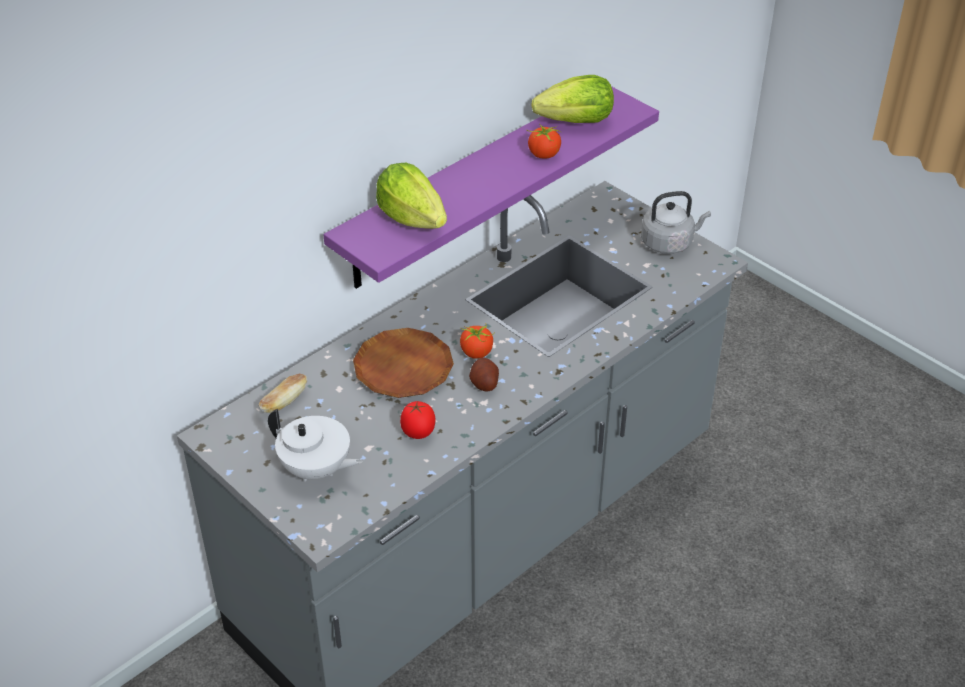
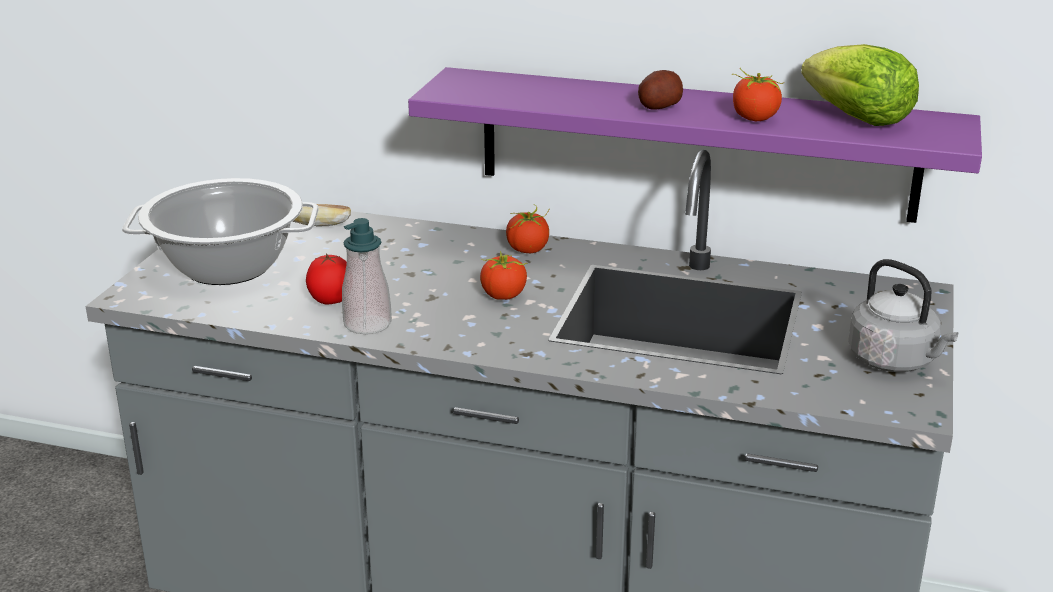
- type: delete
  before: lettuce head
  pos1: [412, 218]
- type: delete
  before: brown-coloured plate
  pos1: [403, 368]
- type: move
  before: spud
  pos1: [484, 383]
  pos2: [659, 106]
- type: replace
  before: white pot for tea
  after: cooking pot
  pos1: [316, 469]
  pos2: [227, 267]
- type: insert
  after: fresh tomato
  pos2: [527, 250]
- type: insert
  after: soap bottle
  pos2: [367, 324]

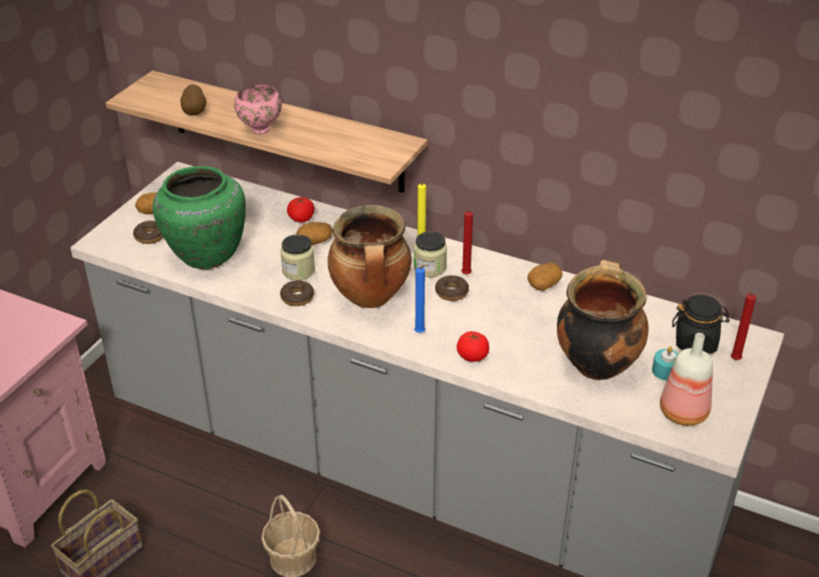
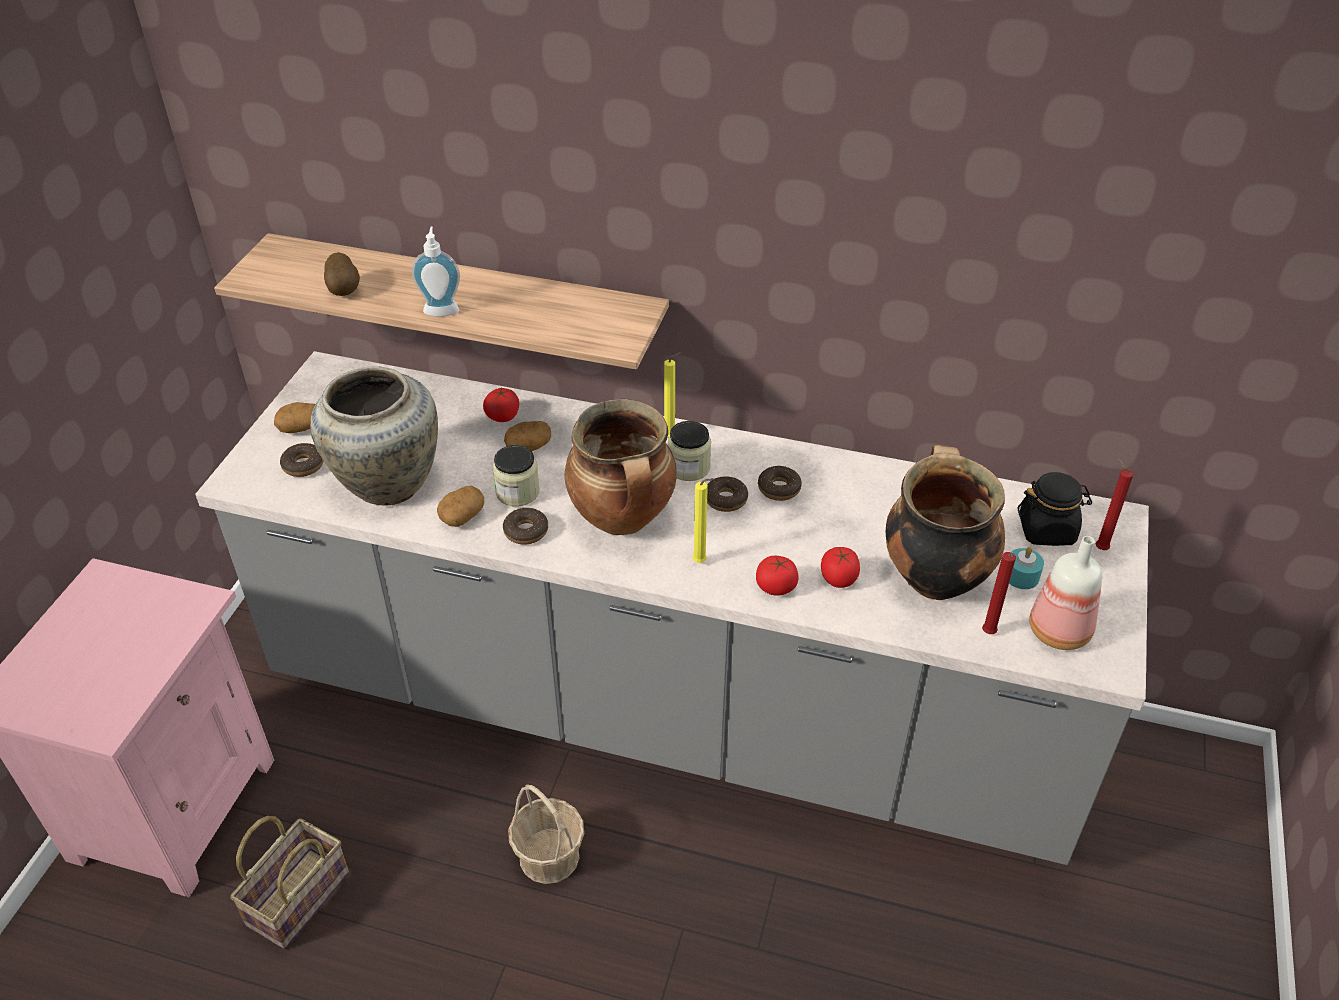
- type: replace
  before: pink serving bowl
  after: soap bottle
  pos1: [260, 130]
  pos2: [441, 309]
- type: recolor
  before: green-coloured flower vase
  after: sand-coloured flower vase
  pos1: [205, 253]
  pos2: [386, 481]
- type: move
  before: red wax candle
  pos1: [465, 275]
  pos2: [988, 635]
- type: move
  before: spud
  pos1: [544, 284]
  pos2: [462, 515]
- type: recolor
  before: blue-coloured wax candle
  after: yellow-coloured wax candle
  pos1: [421, 333]
  pos2: [701, 562]
- type: insert
  after: ring doughnut
  pos2: [779, 488]
- type: insert
  after: fresh tomato
  pos2: [839, 578]

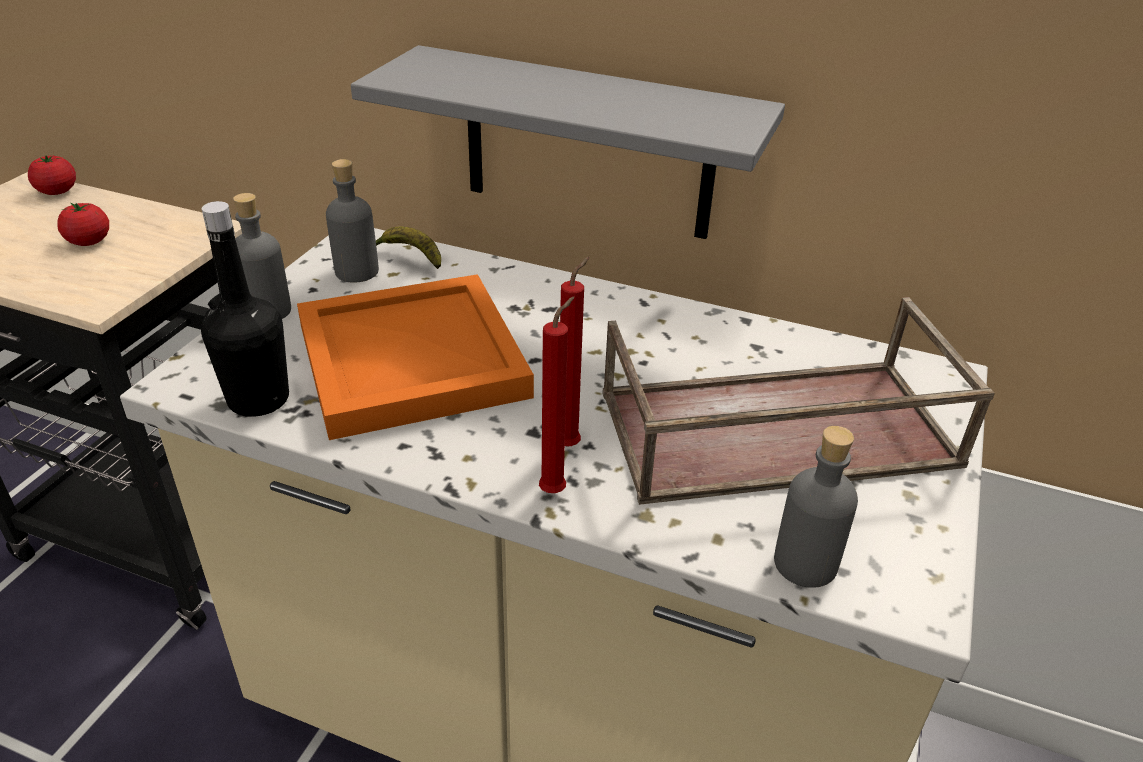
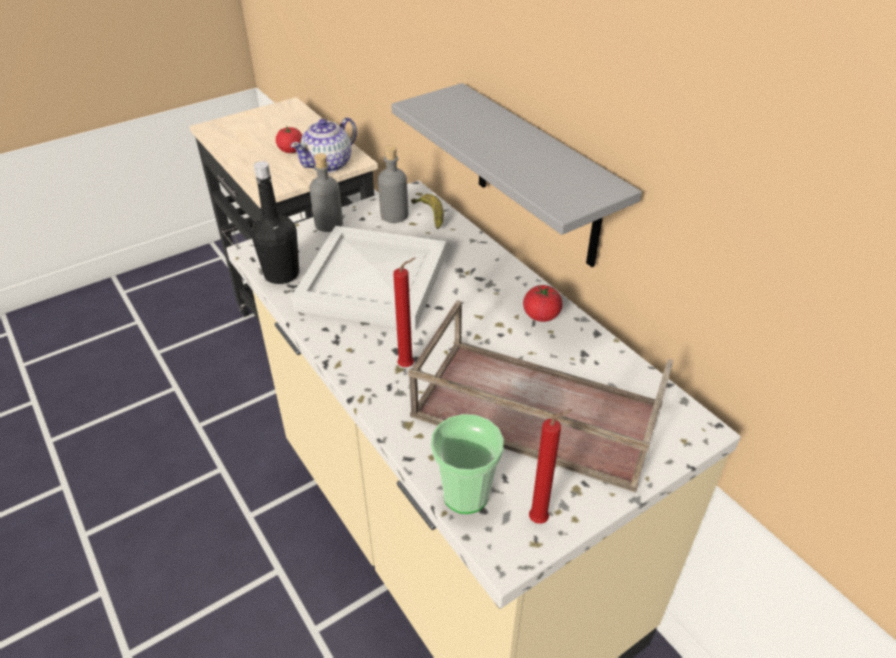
- type: move
  before: fresh tomato
  pos1: [57, 191]
  pos2: [541, 315]
- type: recolor
  before: orange-coloured serving tray
  after: white serving tray
  pos1: [408, 359]
  pos2: [372, 280]
- type: move
  before: red wax candle
  pos1: [555, 490]
  pos2: [541, 519]
- type: replace
  before: gray drink bottle
  after: small cup
  pos1: [805, 563]
  pos2: [465, 494]
- type: insert
  after: pot for tea
  pos2: [328, 164]

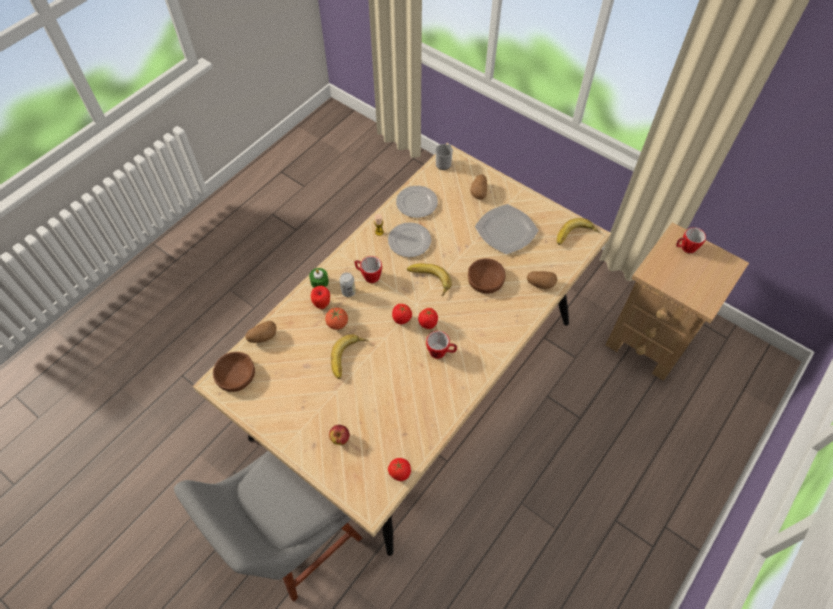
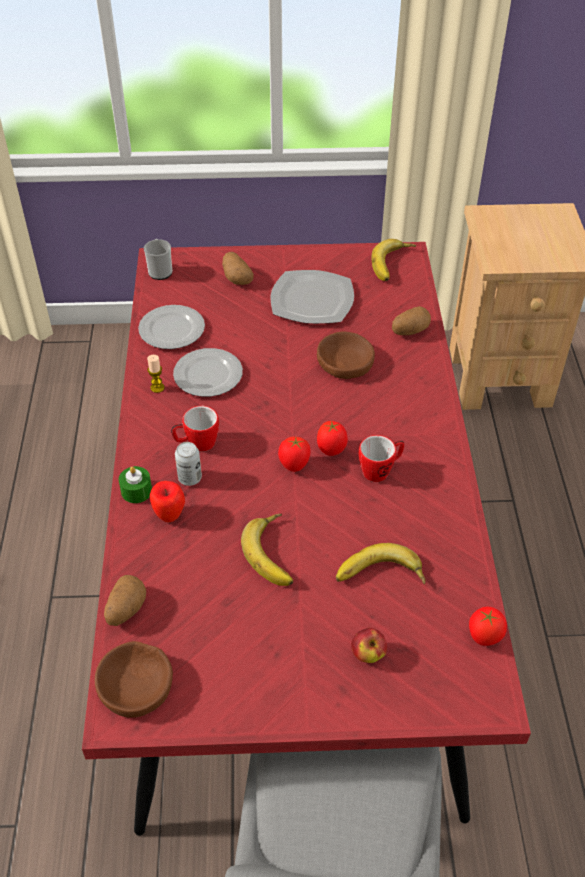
- type: recolor
  before: sand-coloured kitchen table
  after: red kitchen table
  pos1: [416, 376]
  pos2: [291, 585]
- type: delete
  before: mug
  pos1: [685, 248]
- type: move
  before: banana
  pos1: [428, 281]
  pos2: [380, 577]
- type: delete
  before: fresh tomato
  pos1: [337, 324]

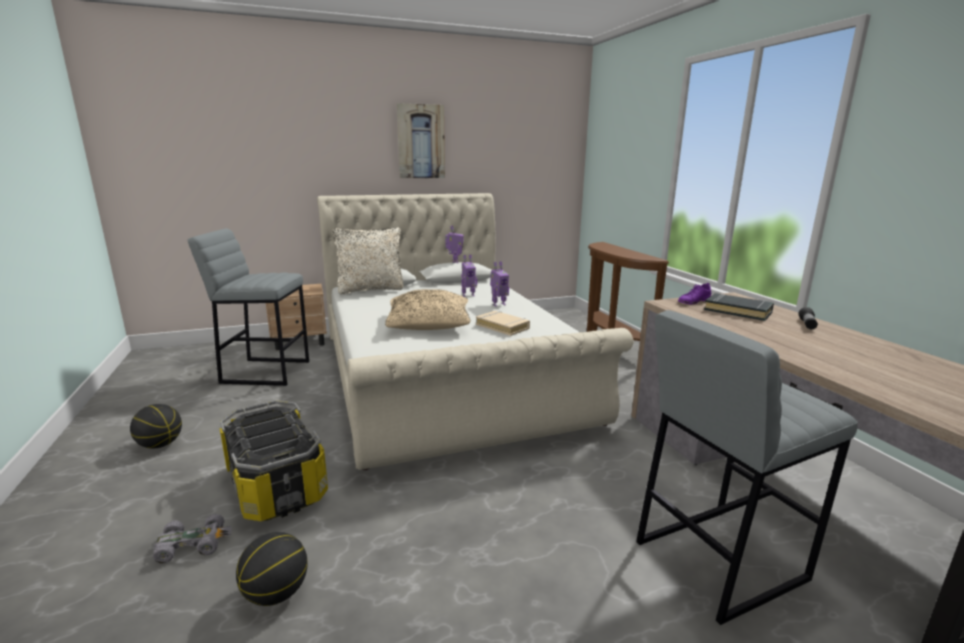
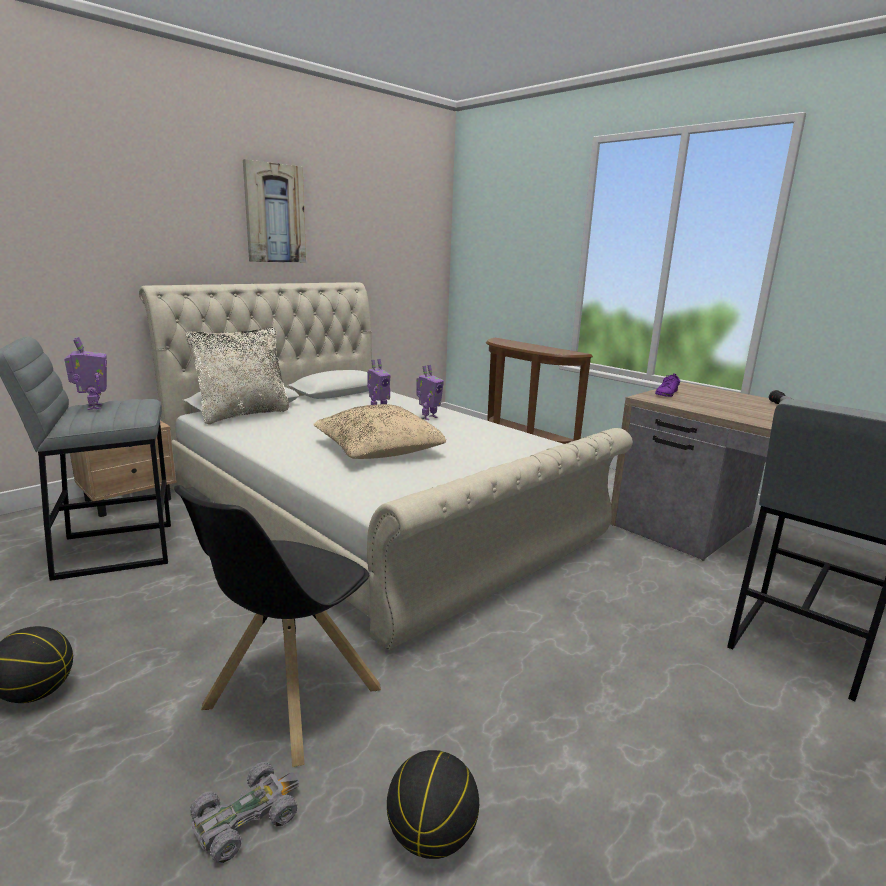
- type: move
  before: model robot
  pos1: [454, 262]
  pos2: [93, 407]
- type: delete
  before: black bound book
  pos1: [738, 311]
- type: delete
  before: sand-coloured bound book
  pos1: [502, 326]
- type: replace
  before: storage box
  after: black plain chair
  pos1: [275, 485]
  pos2: [289, 700]

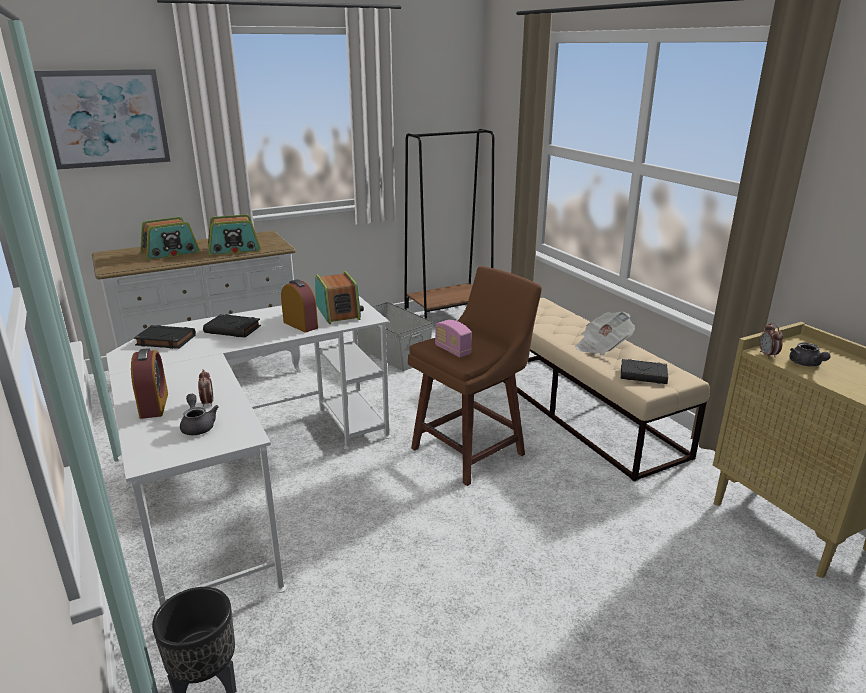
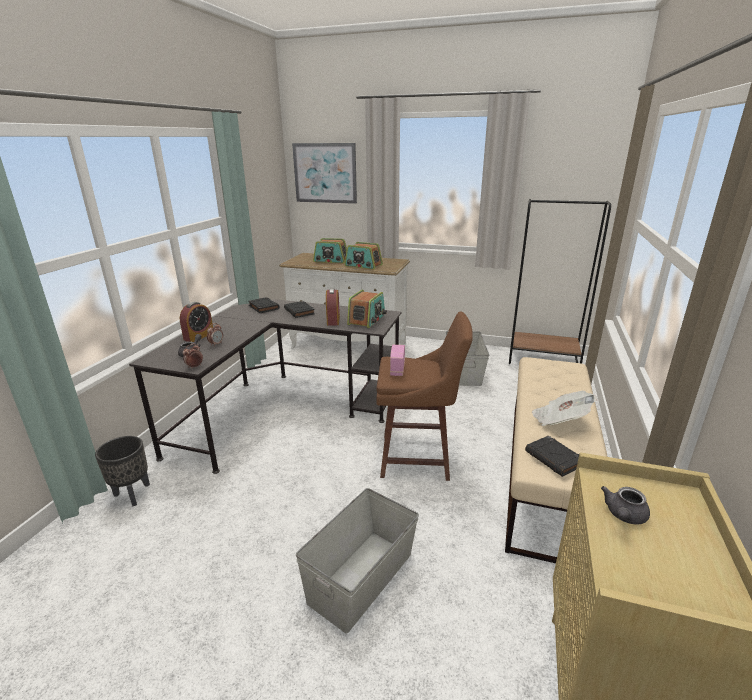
- type: recolor
  before: white desk
  after: black desk
  pos1: [249, 481]
  pos2: [282, 409]
- type: move
  before: table clock
  pos1: [767, 355]
  pos2: [194, 366]
- type: insert
  after: gray storage box
  pos2: [360, 577]

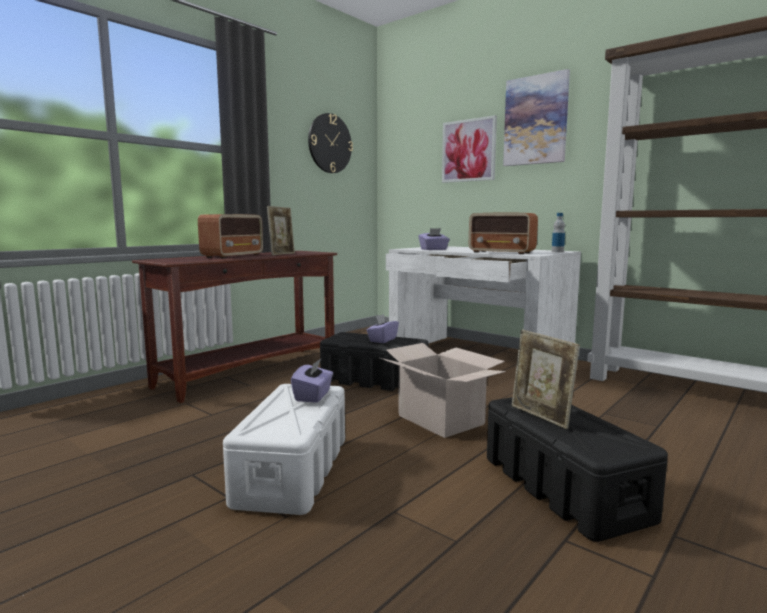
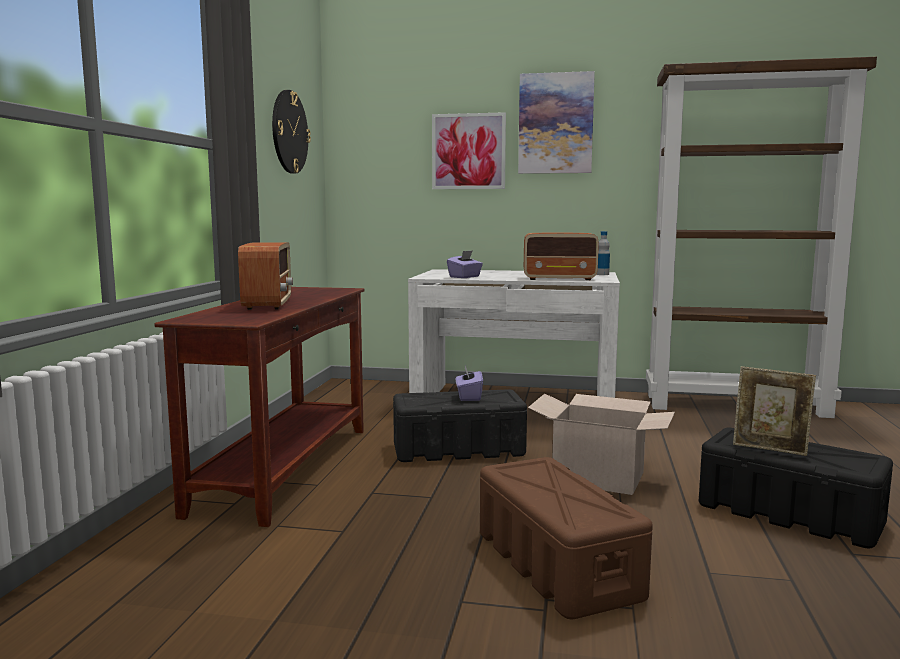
- type: delete
  before: standing frame
  pos1: [282, 254]
- type: delete
  before: purple tissue holder
  pos1: [313, 396]
- type: recolor
  before: white storage box
  after: brown-coloured storage box
  pos1: [293, 470]
  pos2: [555, 564]

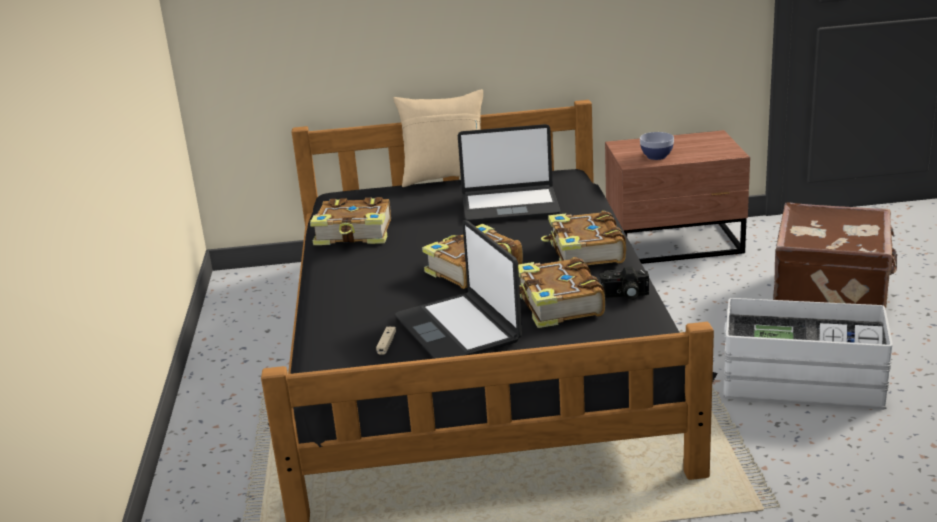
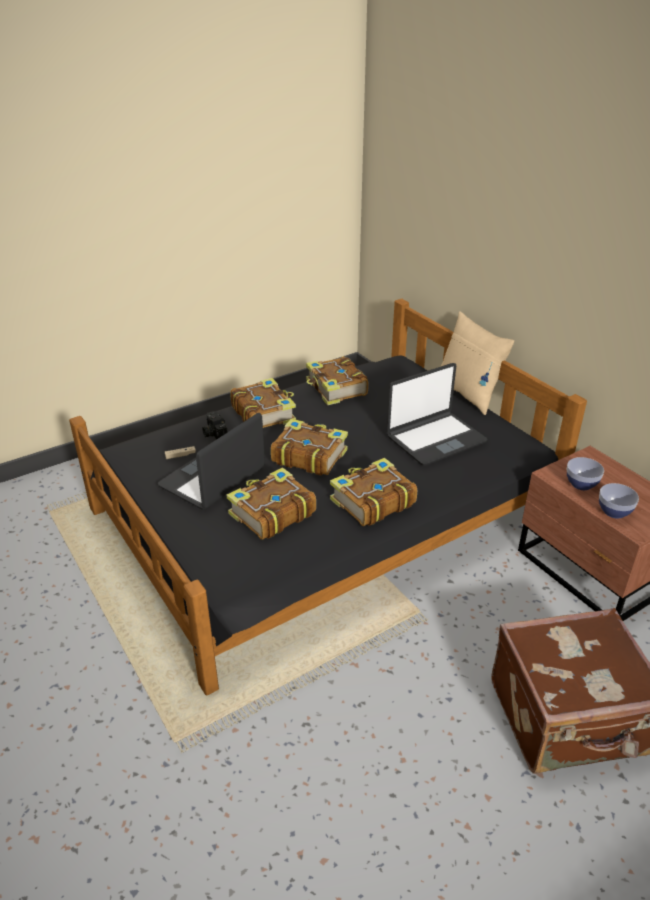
- type: rotate
  before: portable computer
  pos1: [510, 205]
  pos2: [435, 439]
  turn: -90
- type: move
  before: photo camera
  pos1: [624, 295]
  pos2: [213, 433]
- type: delete
  before: white storage box
  pos1: [802, 380]
- type: insert
  after: bound book
  pos2: [263, 413]
- type: insert
  after: serving bowl
  pos2: [614, 511]

